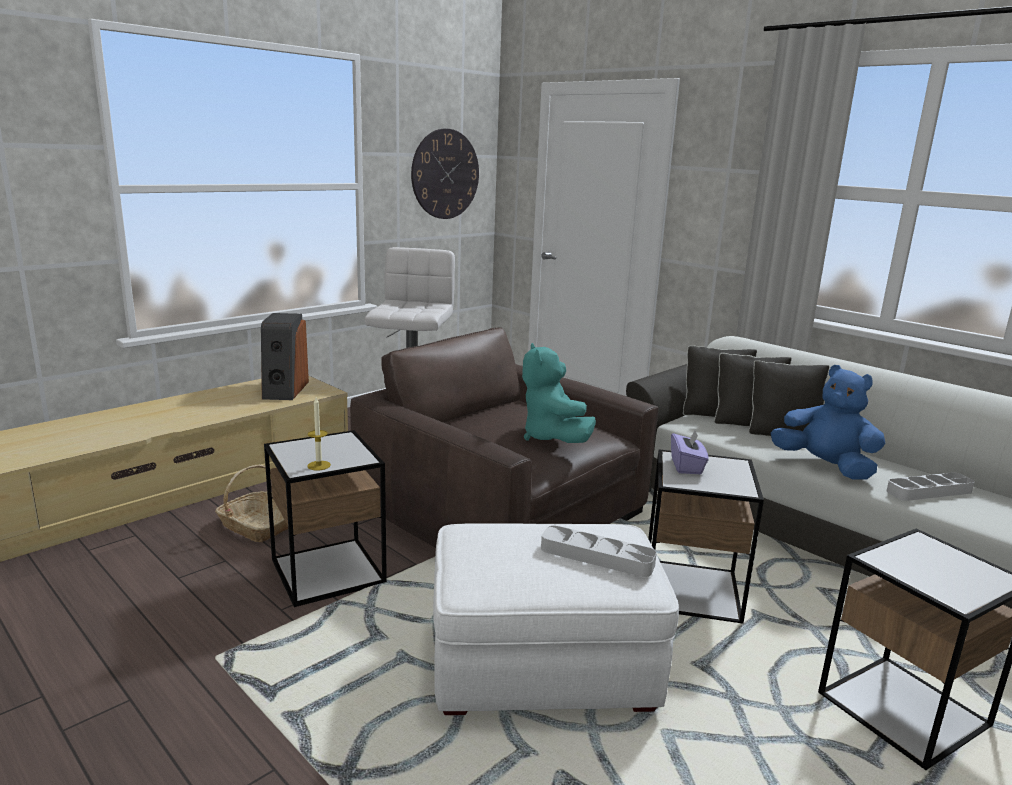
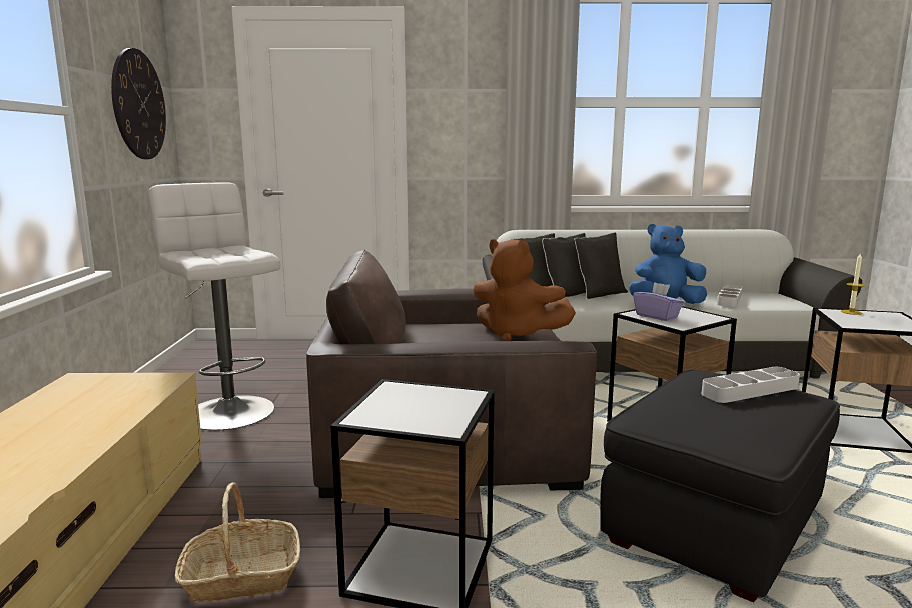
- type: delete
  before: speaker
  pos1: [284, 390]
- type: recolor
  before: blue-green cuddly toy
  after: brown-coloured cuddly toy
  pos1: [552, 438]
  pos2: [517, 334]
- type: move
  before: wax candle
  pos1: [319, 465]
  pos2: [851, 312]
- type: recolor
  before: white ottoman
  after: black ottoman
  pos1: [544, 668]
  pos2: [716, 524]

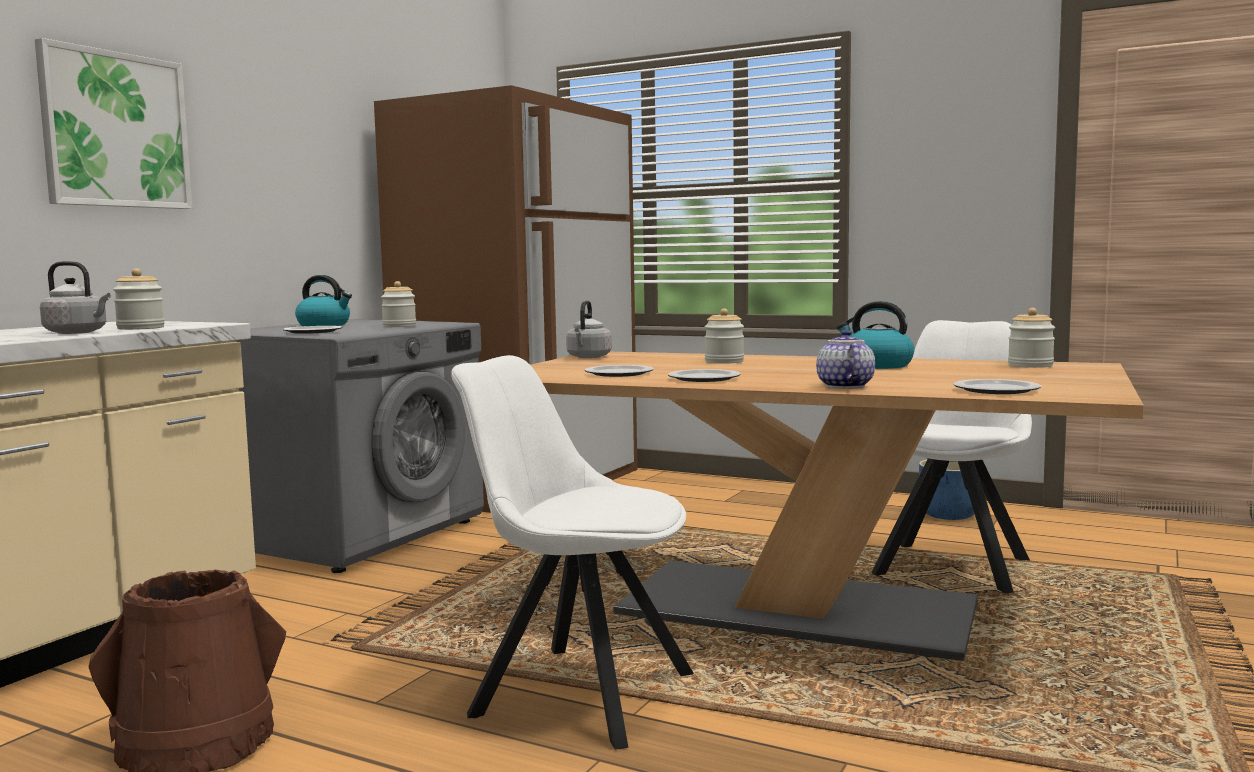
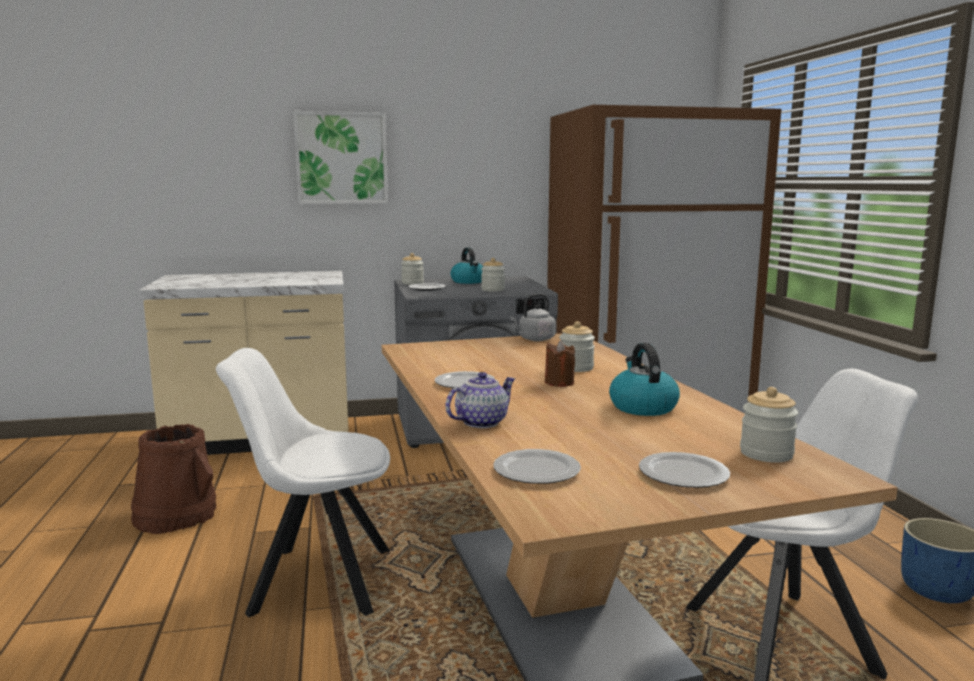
- type: delete
  before: gray tea kettle
  pos1: [78, 332]
- type: move
  before: storage jar
  pos1: [141, 328]
  pos2: [412, 283]
- type: rotate
  before: white plain chair
  pos1: [578, 693]
  pos2: [318, 580]
  turn: -75
- type: move
  before: plate
  pos1: [620, 374]
  pos2: [684, 474]
- type: insert
  after: brown-coloured wax candle
  pos2: [559, 382]

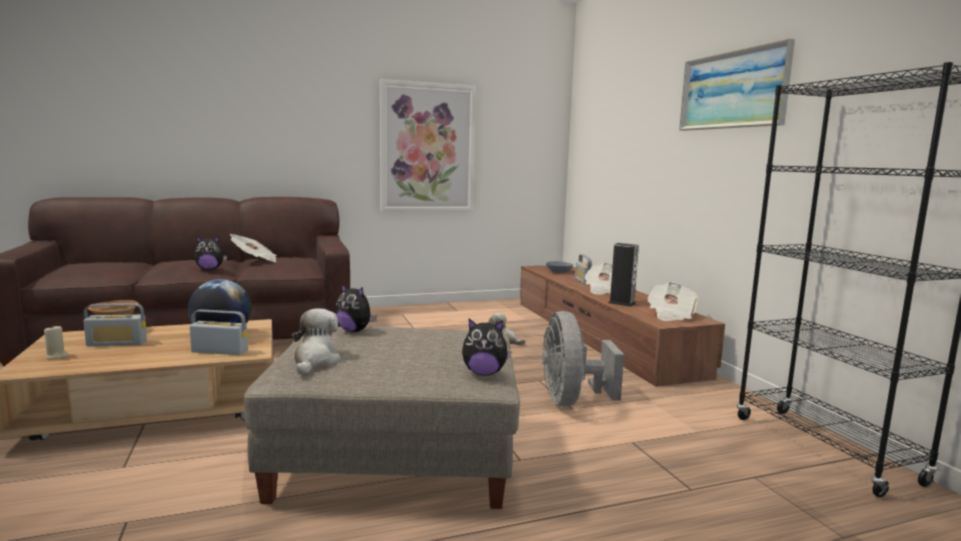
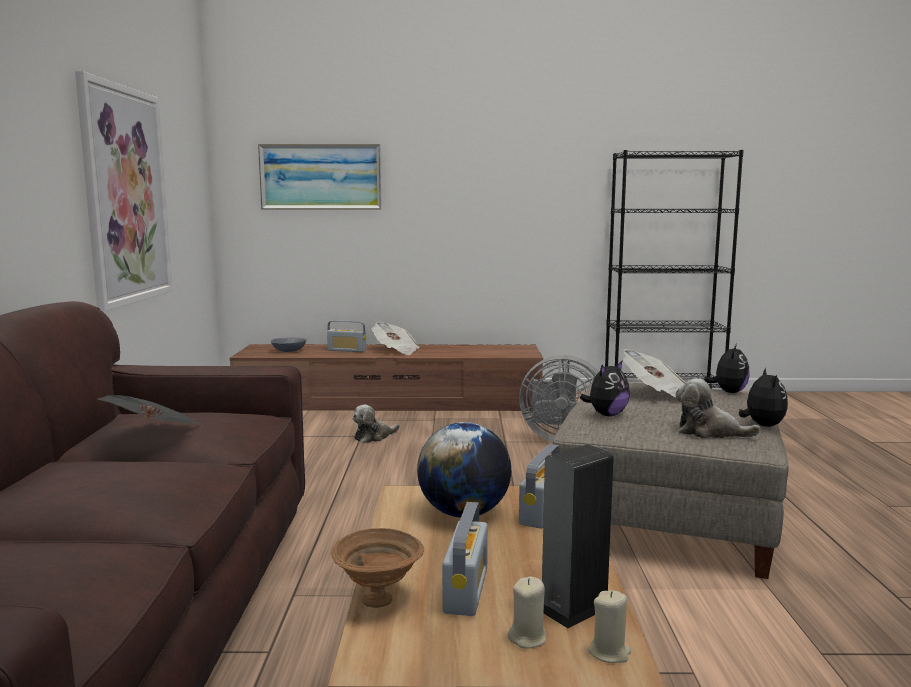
- type: move
  before: wall art
  pos1: [732, 90]
  pos2: [321, 177]
- type: move
  before: cuddly toy
  pos1: [210, 269]
  pos2: [762, 425]
- type: move
  before: speaker
  pos1: [622, 303]
  pos2: [574, 607]
- type: move
  before: daily paper
  pos1: [670, 315]
  pos2: [657, 394]
- type: insert
  after: sand-coloured wax candle
  pos2: [609, 652]

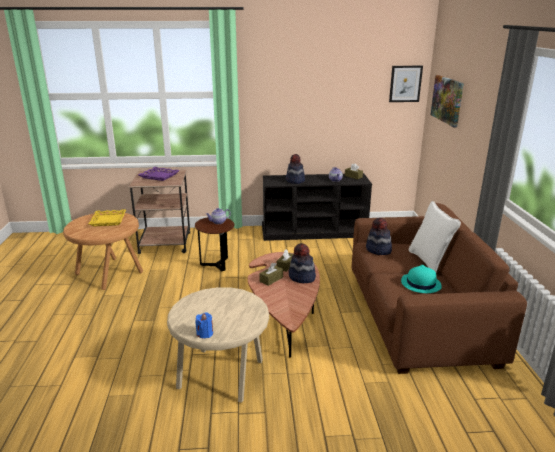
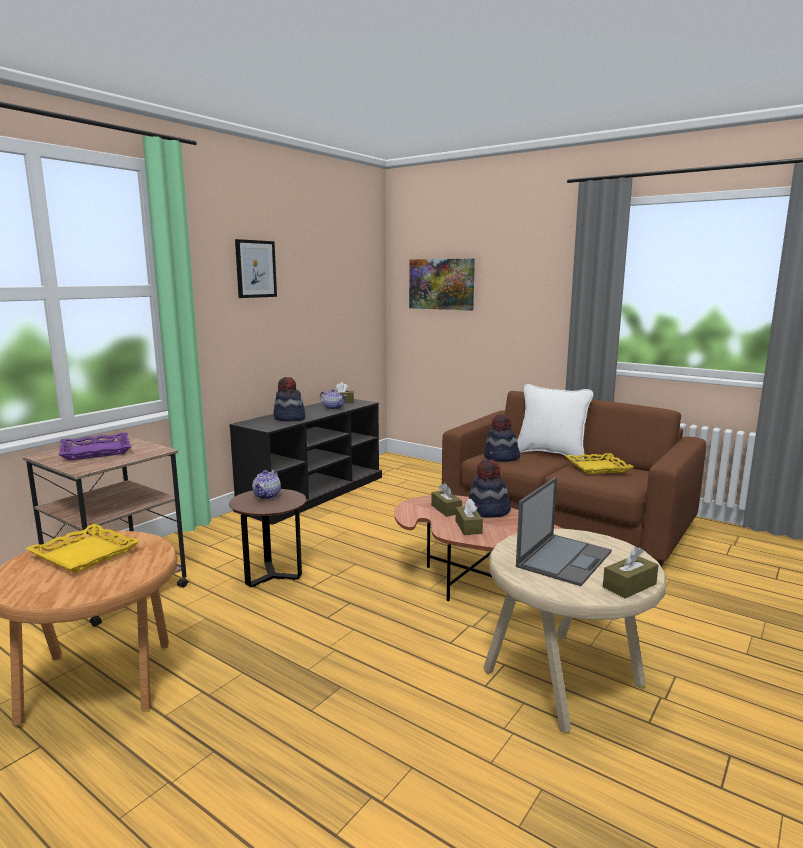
- type: move
  before: wall art
  pos1: [405, 83]
  pos2: [255, 269]
- type: replace
  before: blue-green hat
  after: yellow-coloured serving tray
  pos1: [420, 284]
  pos2: [598, 468]
- type: replace
  before: blue-coloured wax candle
  after: brown-coloured tissue holder
  pos1: [205, 333]
  pos2: [629, 586]
- type: insert
  after: portable computer
  pos2: [564, 558]

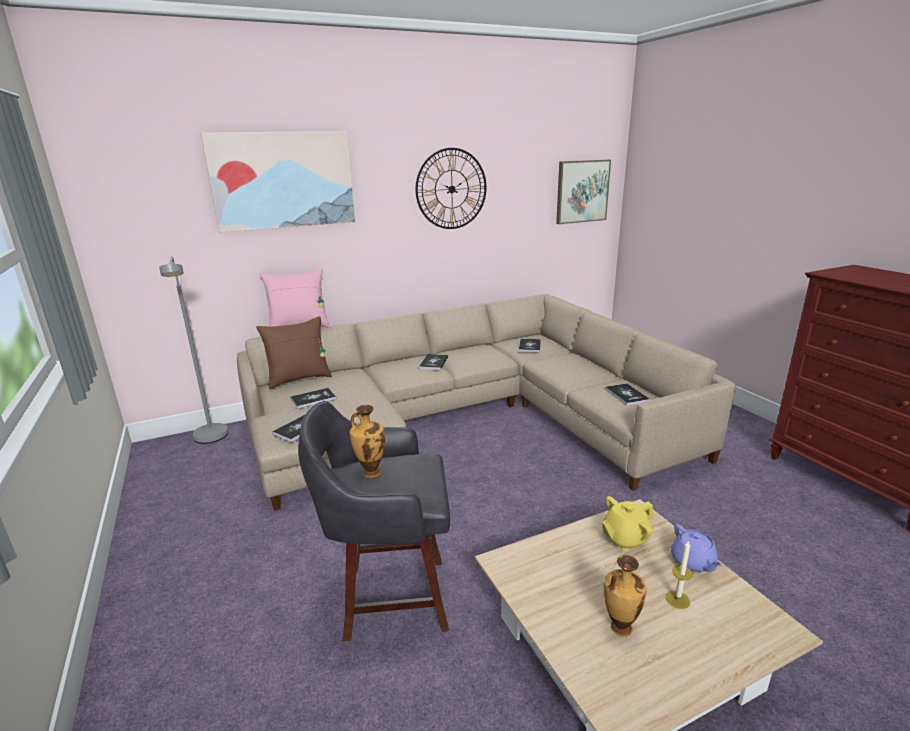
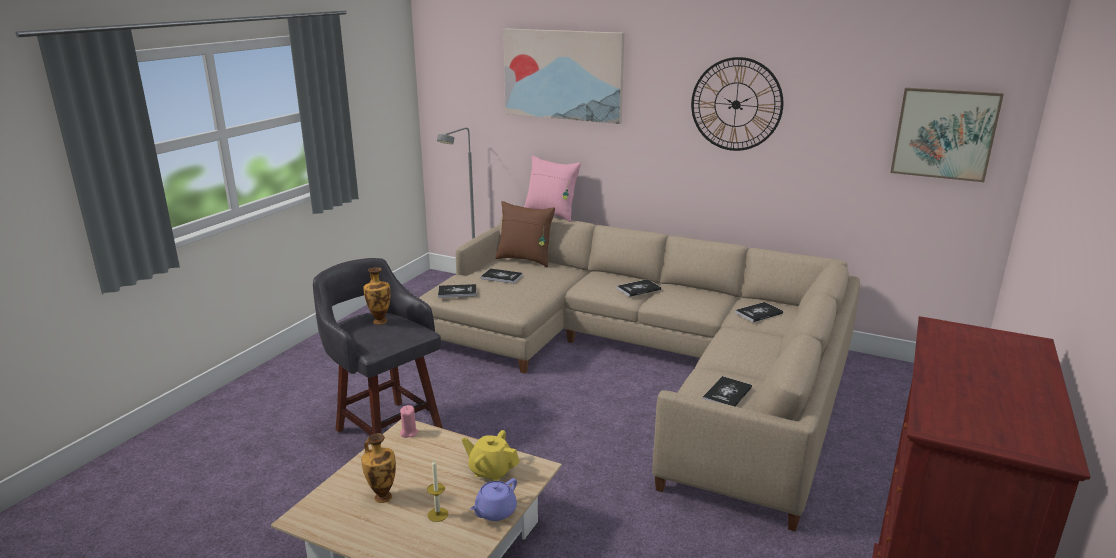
- type: insert
  after: pink wax candle
  pos2: [408, 432]

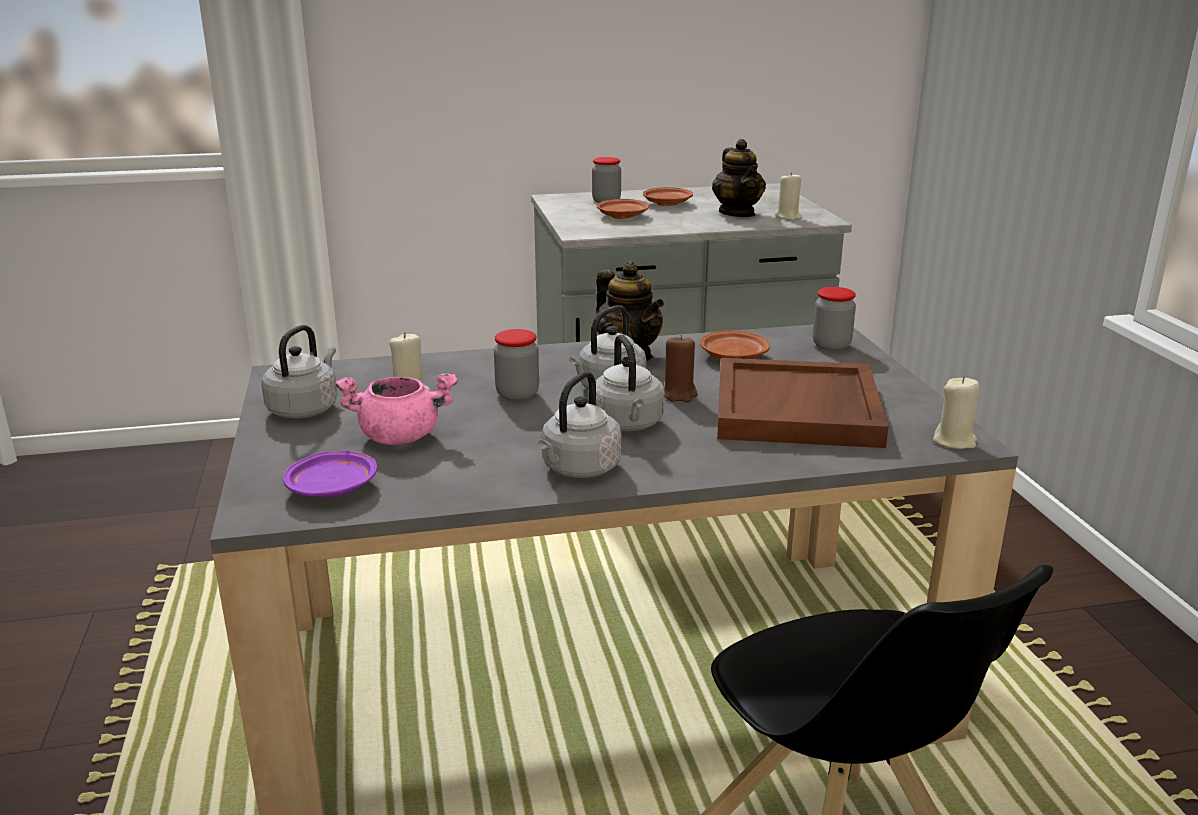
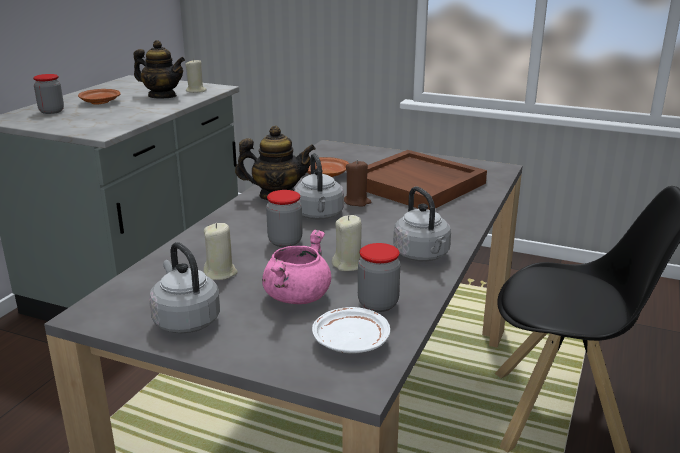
- type: delete
  before: brown-coloured plate
  pos1: [622, 216]
- type: move
  before: storage jar
  pos1: [831, 345]
  pos2: [378, 304]
- type: delete
  before: gray tea kettle
  pos1: [628, 425]
- type: move
  before: sand-coloured wax candle
  pos1: [954, 441]
  pos2: [348, 264]
- type: recolor
  before: purple plate
  after: white plate
  pos1: [333, 488]
  pos2: [350, 341]

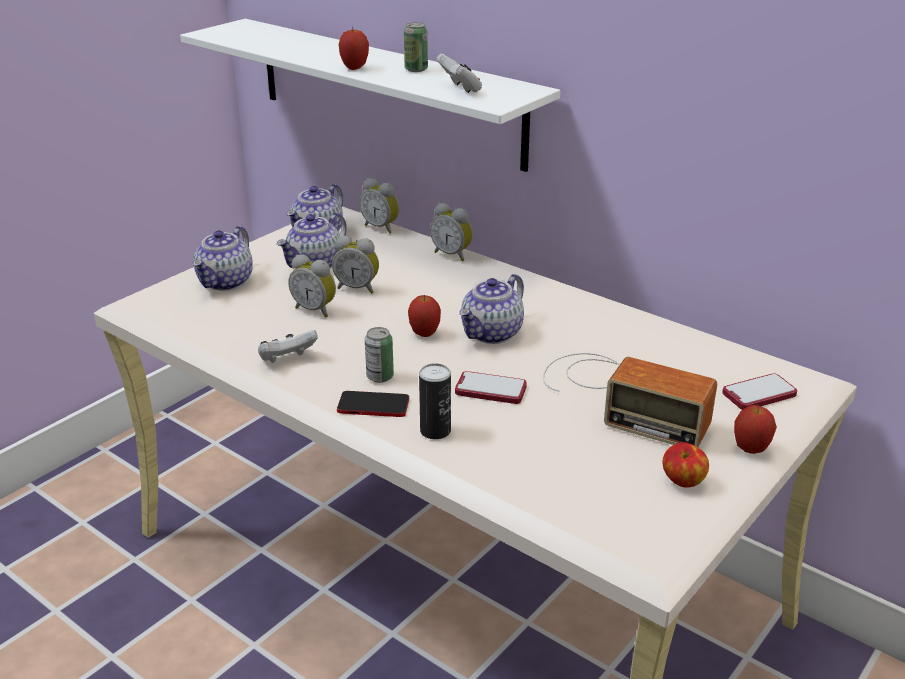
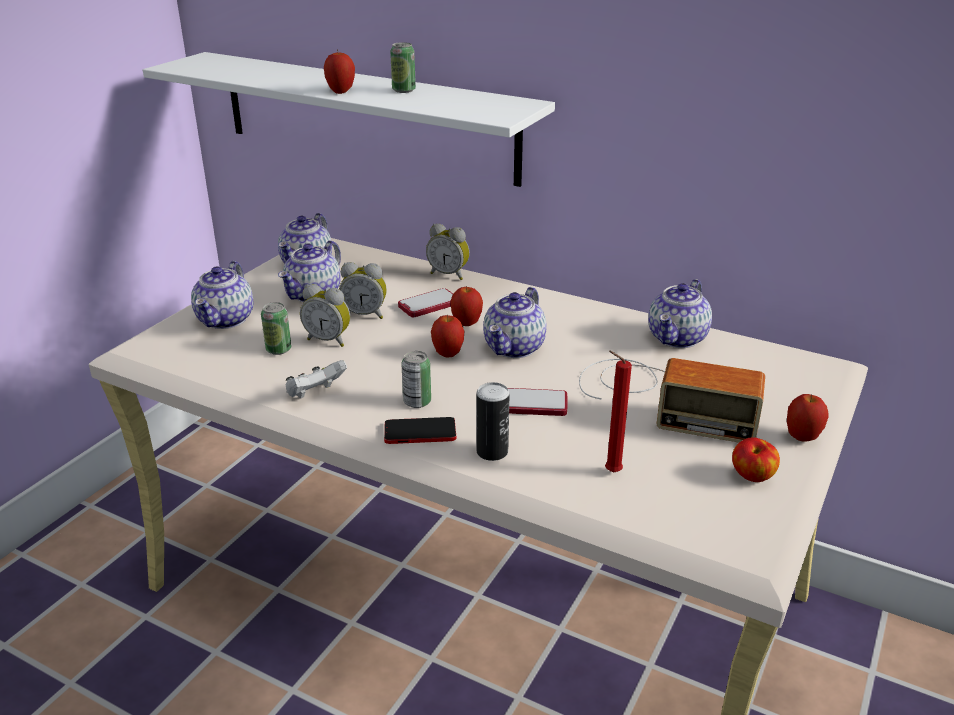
- type: delete
  before: white game controller
  pos1: [460, 89]
- type: delete
  before: table clock
  pos1: [381, 227]
- type: move
  before: phone
  pos1: [759, 394]
  pos2: [428, 304]
- type: insert
  after: pot for tea
  pos2: [678, 338]
- type: insert
  after: apple
  pos2: [466, 324]
- type: insert
  after: can
  pos2: [278, 350]
- type: insert
  after: red wax candle
  pos2: [610, 472]

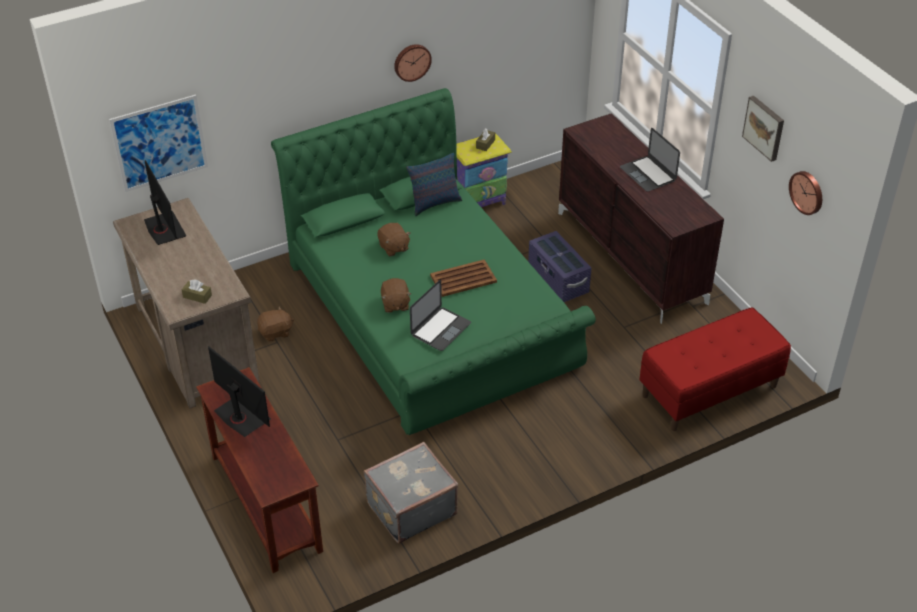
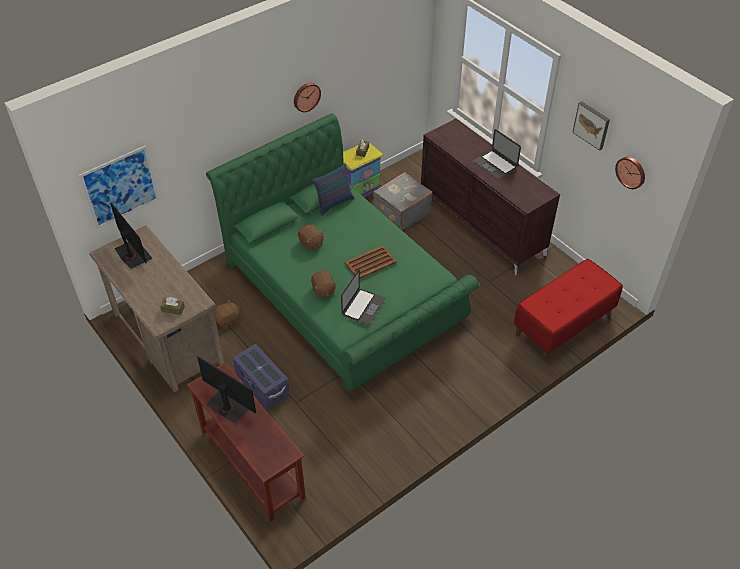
- type: move
  before: purple storage box
  pos1: [558, 280]
  pos2: [262, 385]
- type: move
  before: gray suitcase
  pos1: [410, 508]
  pos2: [400, 214]

